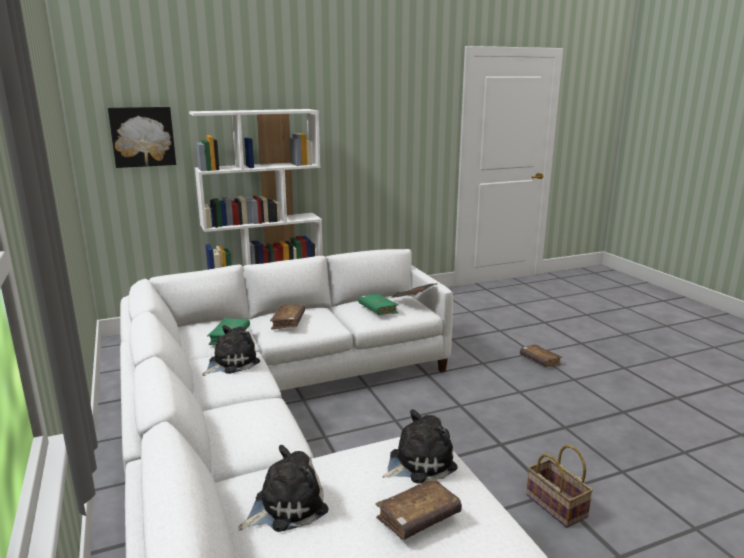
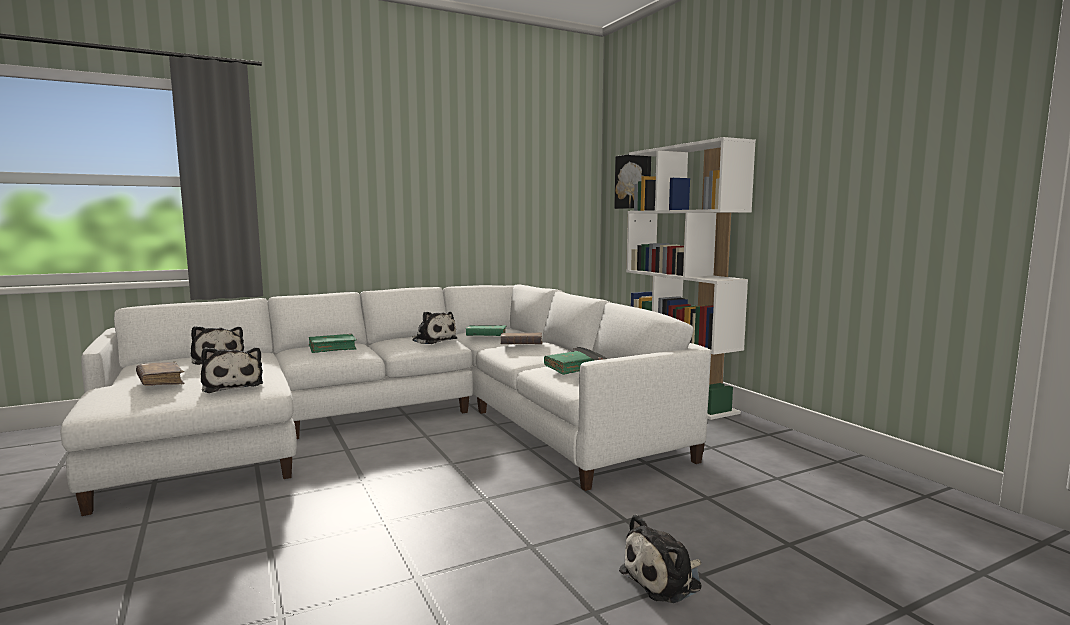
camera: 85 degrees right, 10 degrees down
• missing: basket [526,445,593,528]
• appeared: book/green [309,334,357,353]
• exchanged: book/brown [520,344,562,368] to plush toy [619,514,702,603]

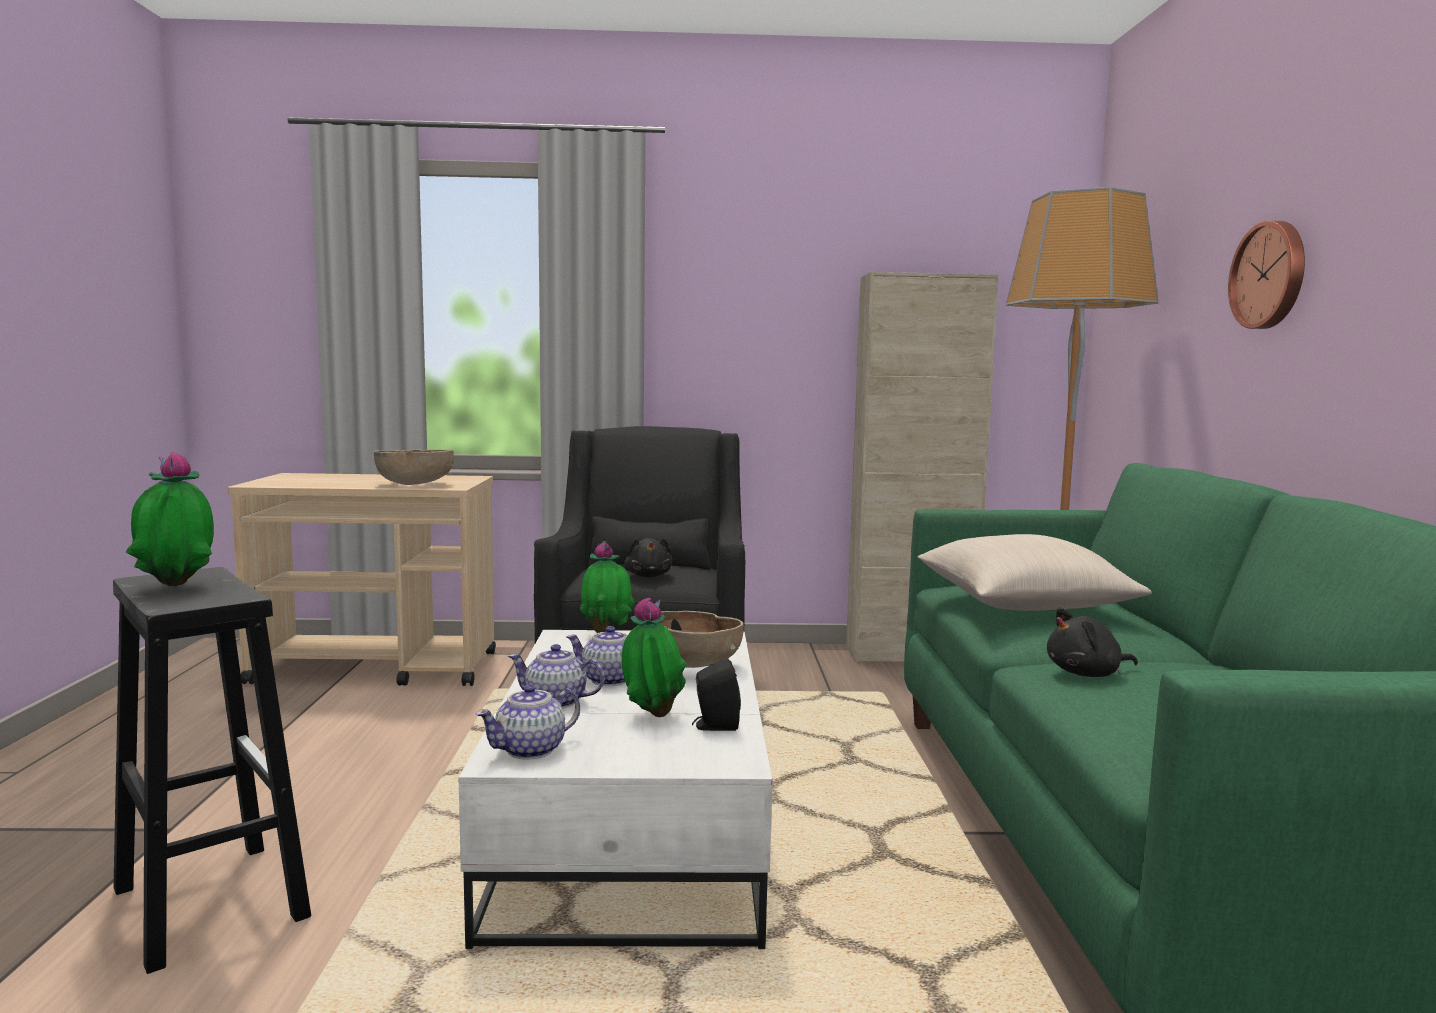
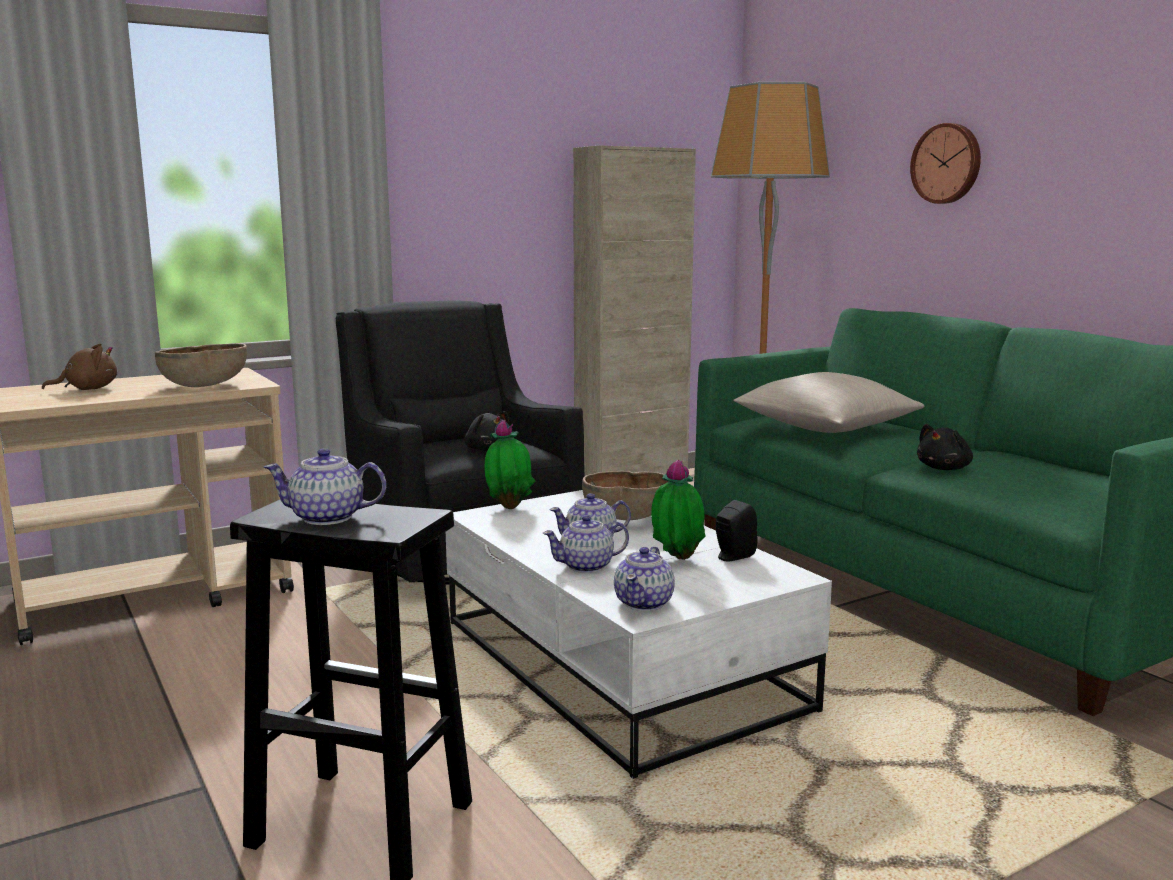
camera: 30 degrees left, 5 degrees up
• appeared: plush toy/brown [42,343,117,390]
• exchanged: potted plant [126,452,214,587] to teapot [264,448,386,525]

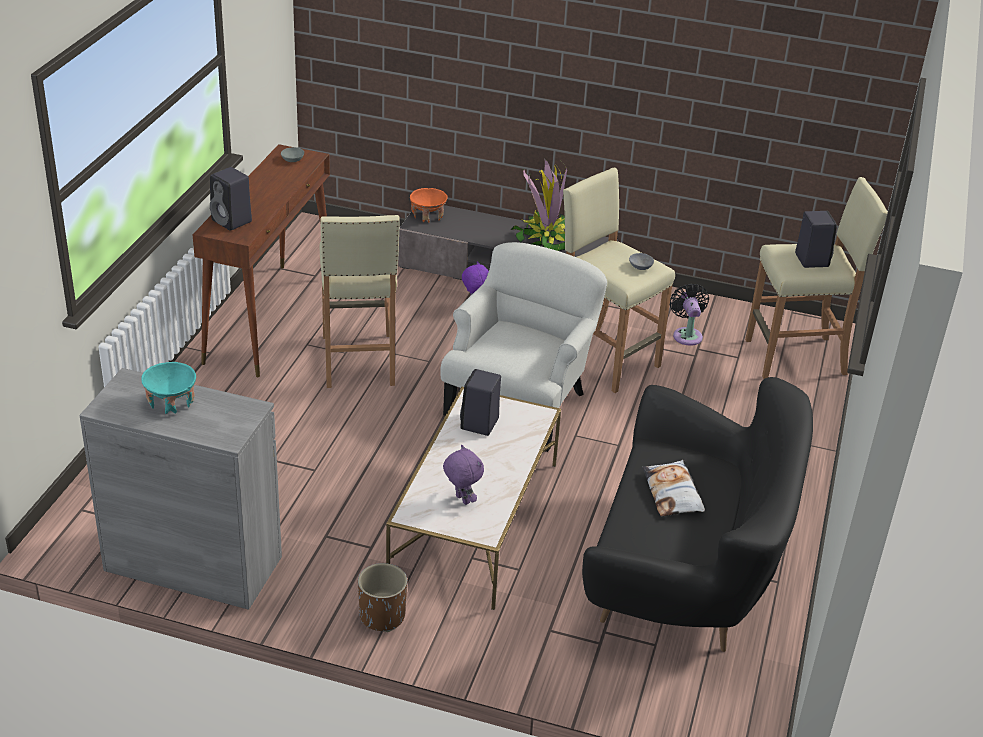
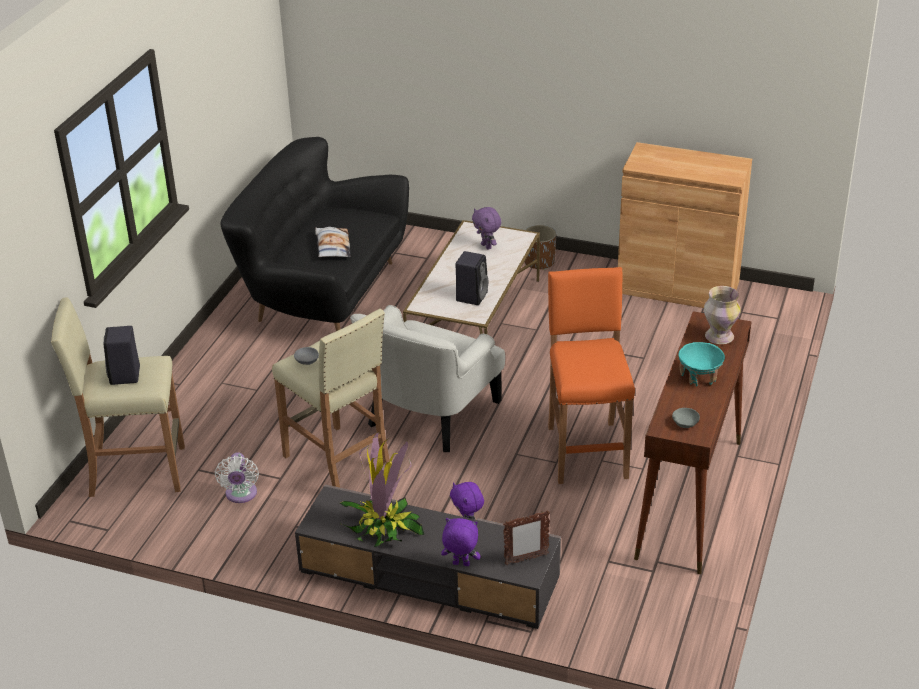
camera: 175 degrees left, 0 degrees up
• appeared: plush toy/purple [441,518,481,566]
• relocated: bowl/turquoise [141,362,196,414] to [679,342,725,387]
• exchanged: speaker/black [210,167,252,231] to vase [704,286,741,344]
• exchanged: bowl/orange [410,188,448,222] to picture frame [503,511,550,565]
• colour: cabinet/grey [79,368,282,610] to cabinet/brown [618,142,752,308]
• colour: stool/beige [320,215,400,388] to stool/orange [548,267,635,484]
• colour: fan/black [670,283,709,346] to fan/white [215,452,259,503]

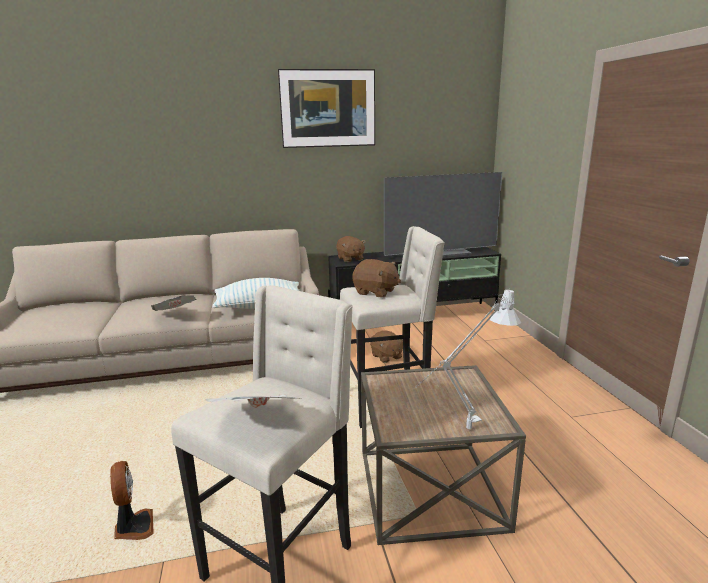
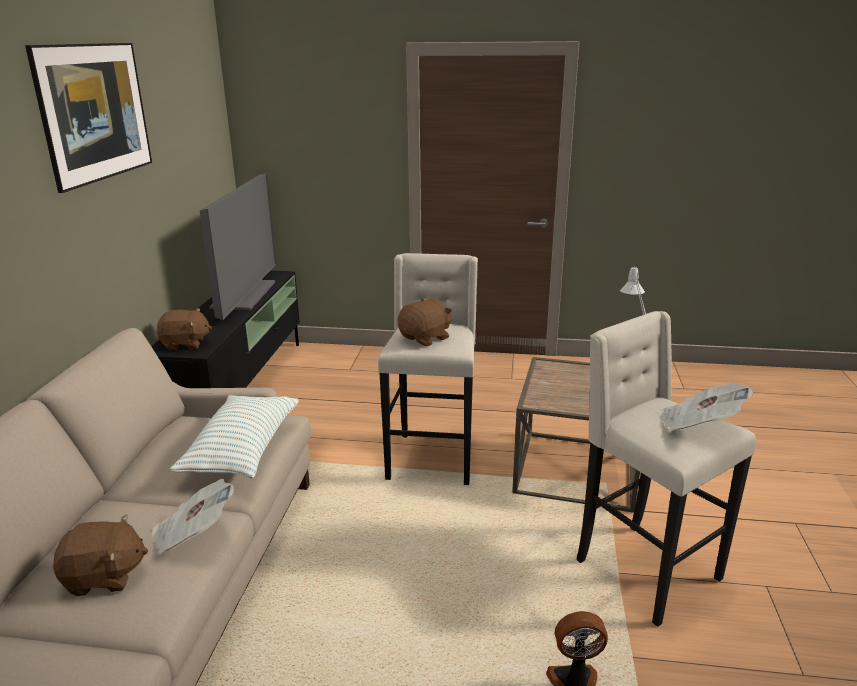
camera: 70 degrees left, 5 degrees up
• relocated: plush toy/brown [370,330,403,363] to [53,515,148,596]

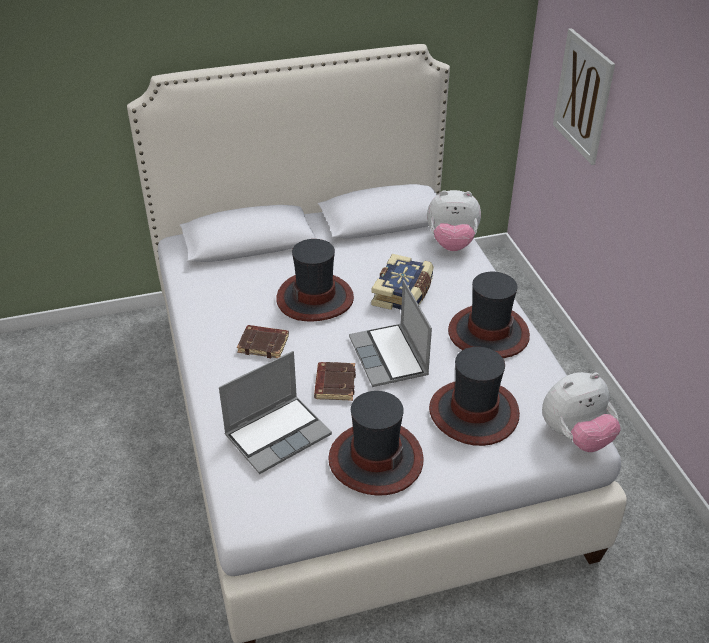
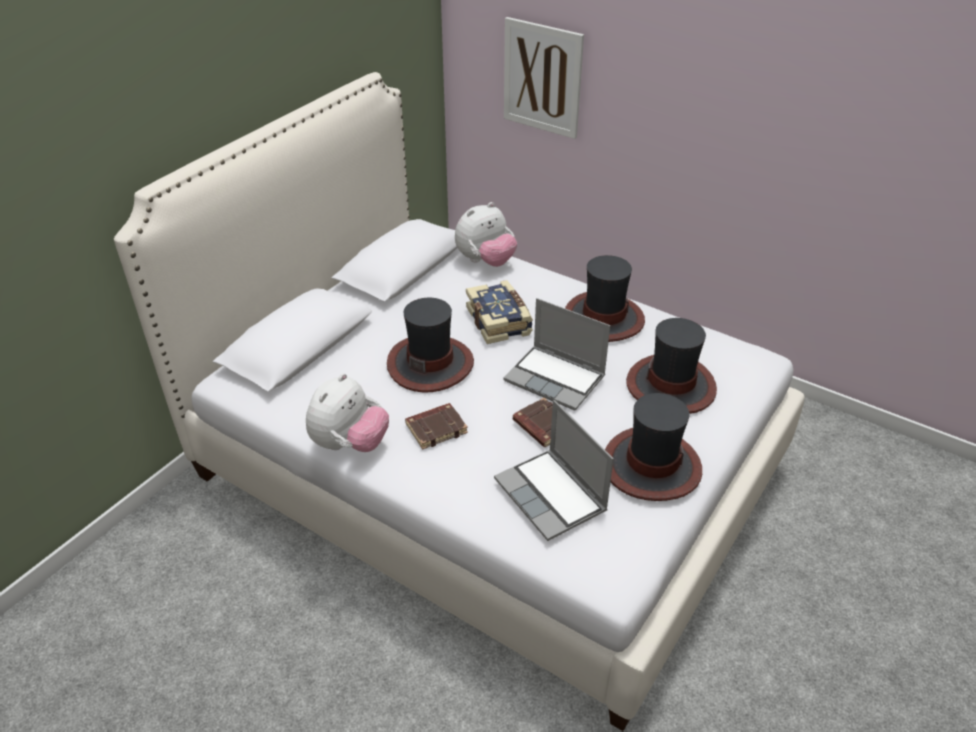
camera: 40 degrees left, 0 degrees up
• relocated: plush toy [542,372,621,452] to [306,373,389,452]
• spun: laptop [219,351,332,474] = [494,400,614,541] 135 degrees clockwise

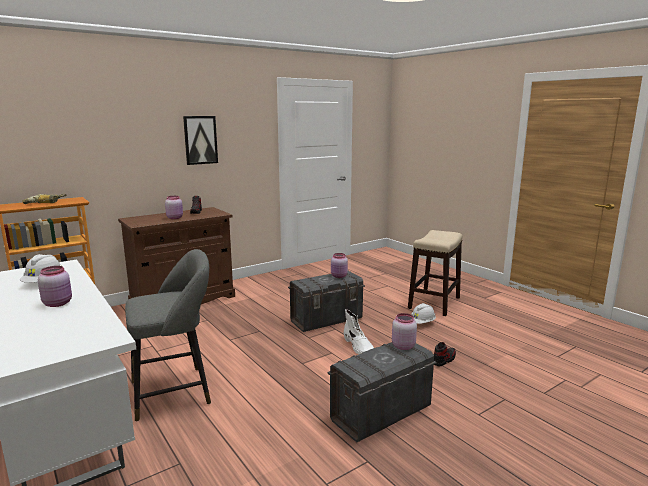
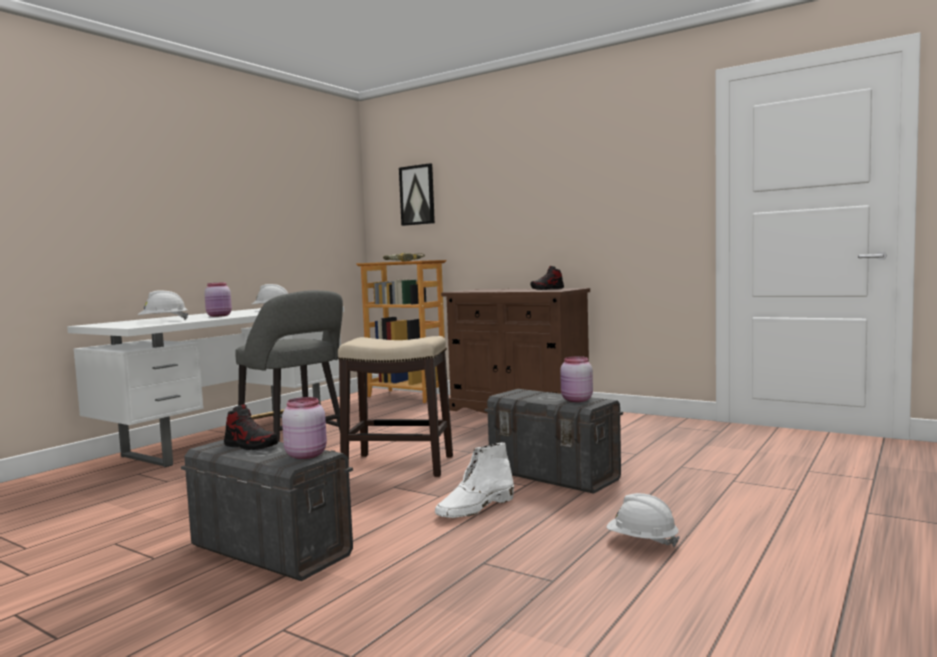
camera: 70 degrees right, 10 degrees down
• missing: jar/pink [165,196,183,219]
• appeared: hard hat/white [138,290,188,320]
• relocated: picture [183,116,218,165] to [399,163,435,226]
• relocated: stool [408,230,463,316] to [337,336,453,477]
• relocated: shoe [434,342,456,367] to [224,404,278,450]

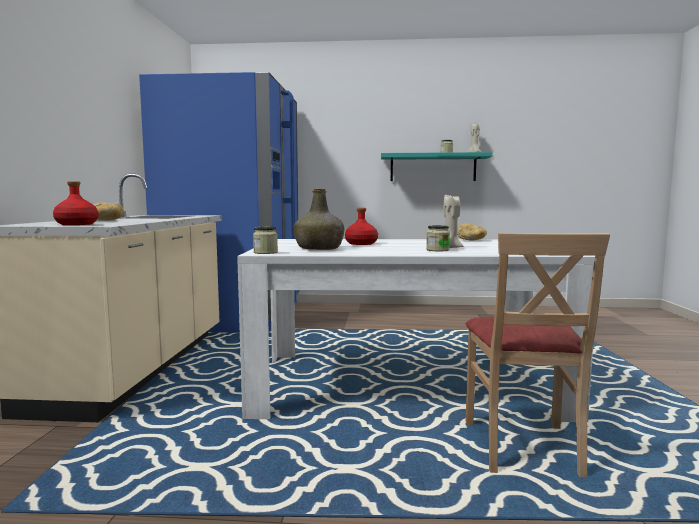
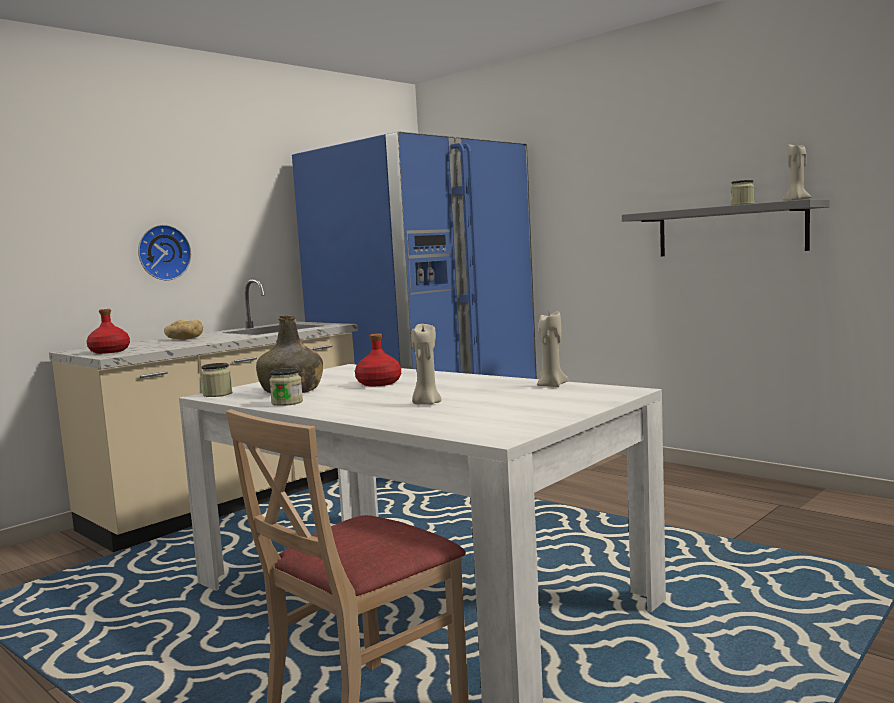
camera: 40 degrees right, 0 degrees up
• appeared: wall clock [138,225,191,280]
• relocated: jar [426,225,450,251] to [269,368,303,406]
• exchanged: bread [457,224,487,241] to candle/beige [537,311,568,387]
• colour: shelf/turquoise [381,152,492,181] to shelf/grey [622,199,830,256]

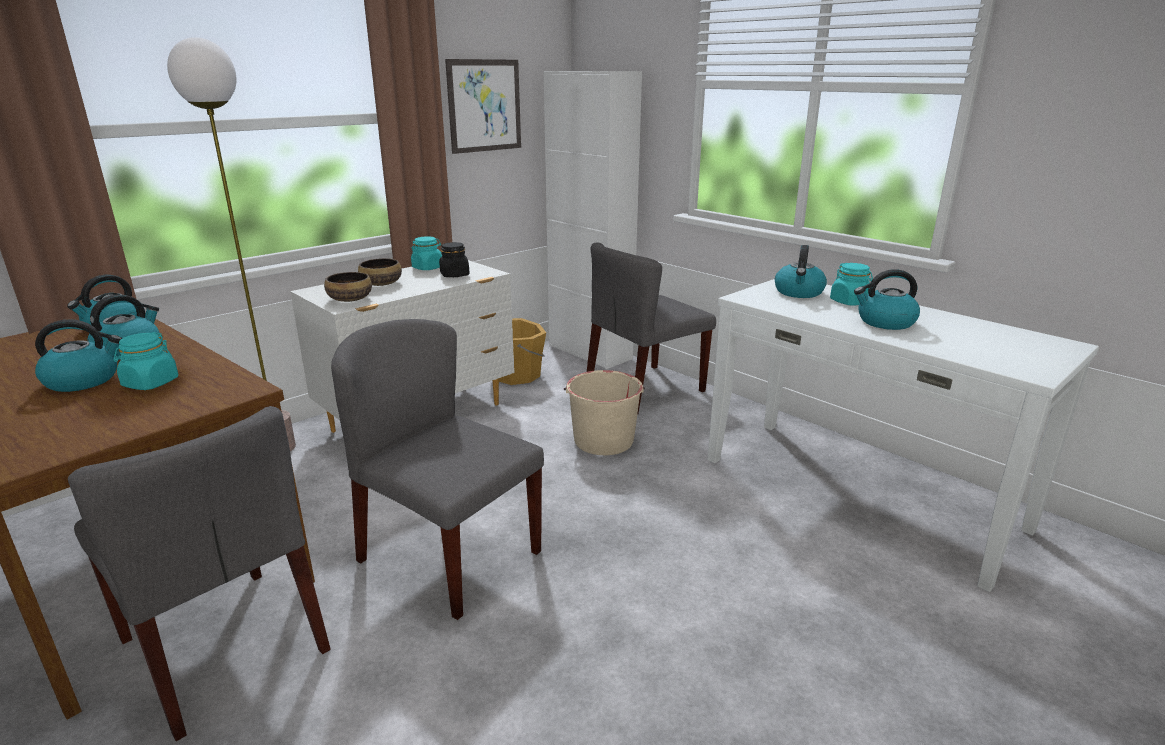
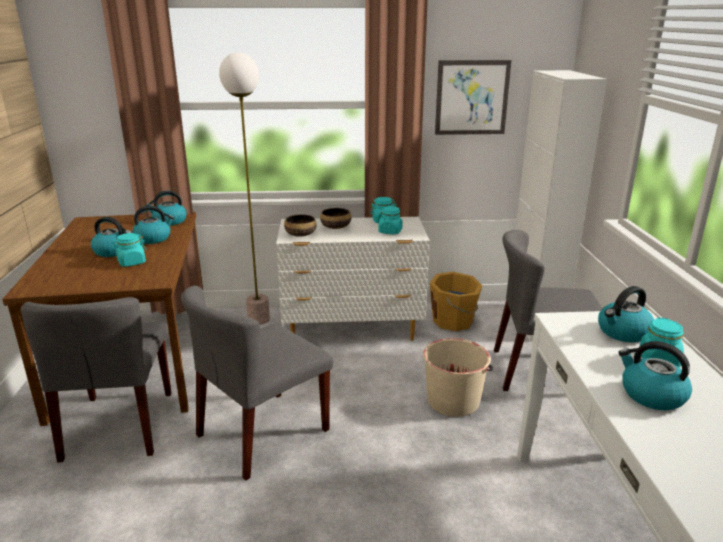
camera: 40 degrees right, 0 degrees up
• colour: jar/black [439,242,470,277] to jar/turquoise [379,206,402,234]
• spun: chair/grey [331,319,544,620] = [181,286,333,481] 120 degrees counterclockwise

